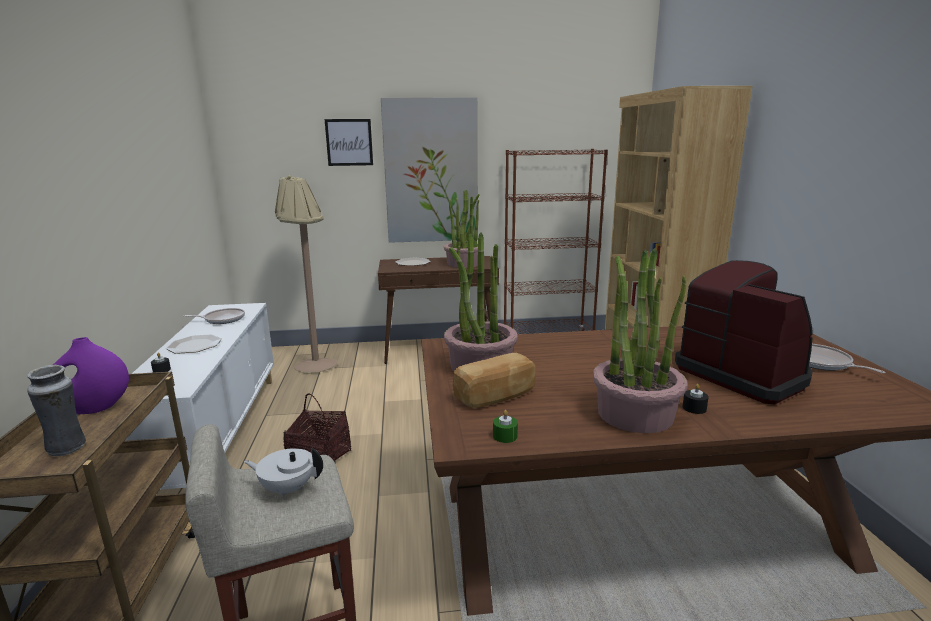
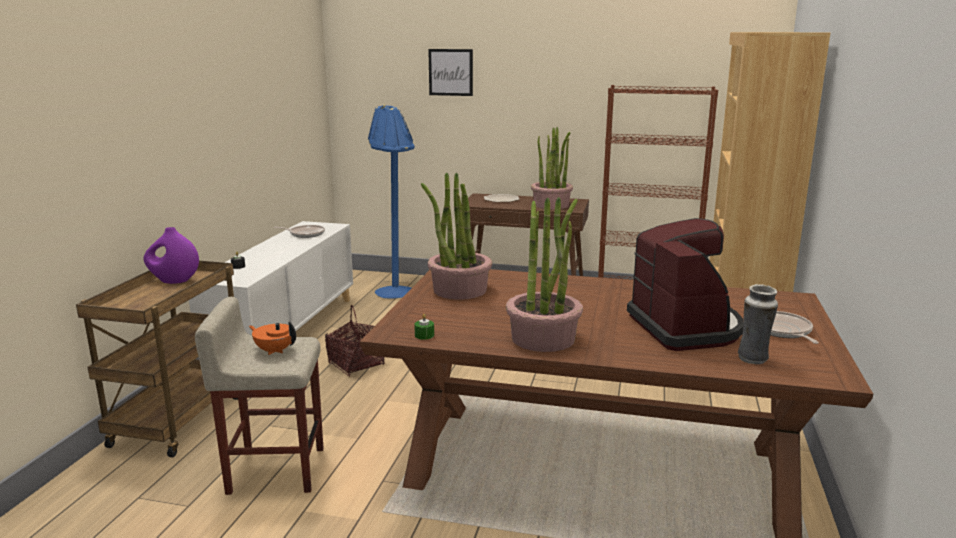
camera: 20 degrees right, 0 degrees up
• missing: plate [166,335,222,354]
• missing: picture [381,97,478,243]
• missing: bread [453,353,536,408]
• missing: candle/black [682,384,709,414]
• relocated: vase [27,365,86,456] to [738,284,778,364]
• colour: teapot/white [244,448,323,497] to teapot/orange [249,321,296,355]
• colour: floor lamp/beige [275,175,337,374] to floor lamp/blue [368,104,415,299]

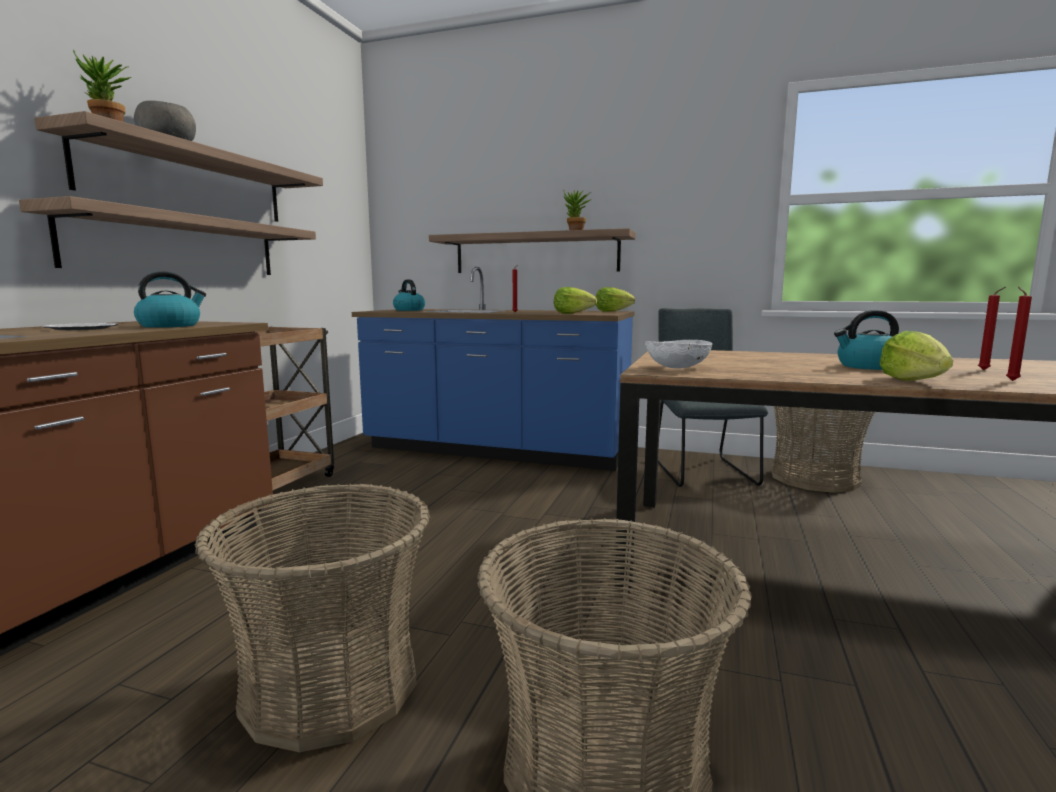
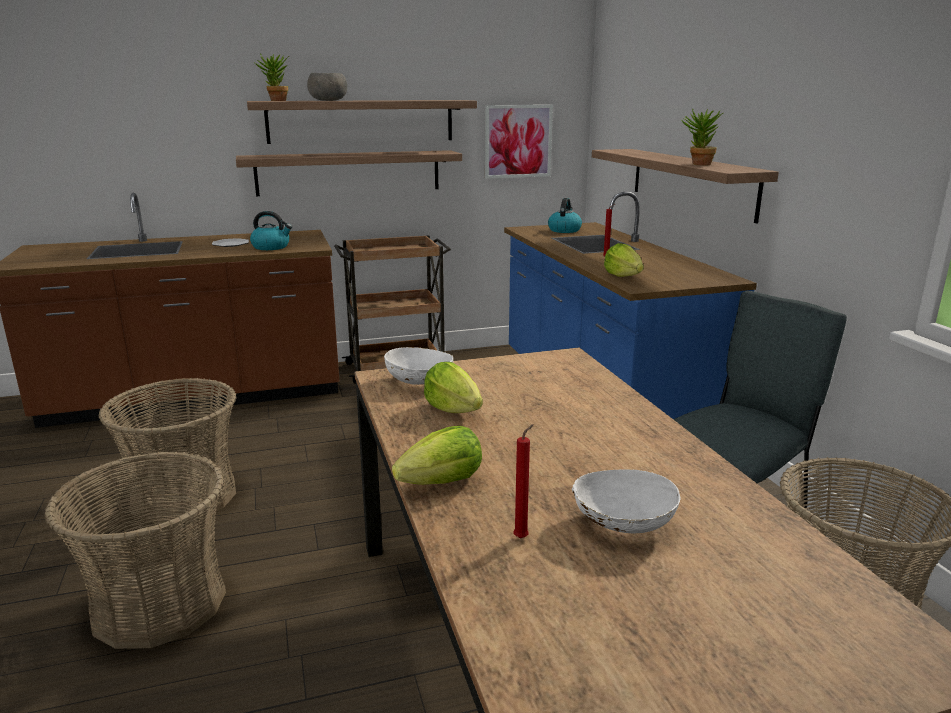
camera: 55 degrees right, 10 degrees up
• missing: kettle [834,310,899,370]
• appeared: picture [485,105,553,179]
• relocated: lettuce [596,287,635,312] to [424,362,483,413]
• exchanged: candle/red [978,287,1006,370] to bowl/white [572,469,681,533]

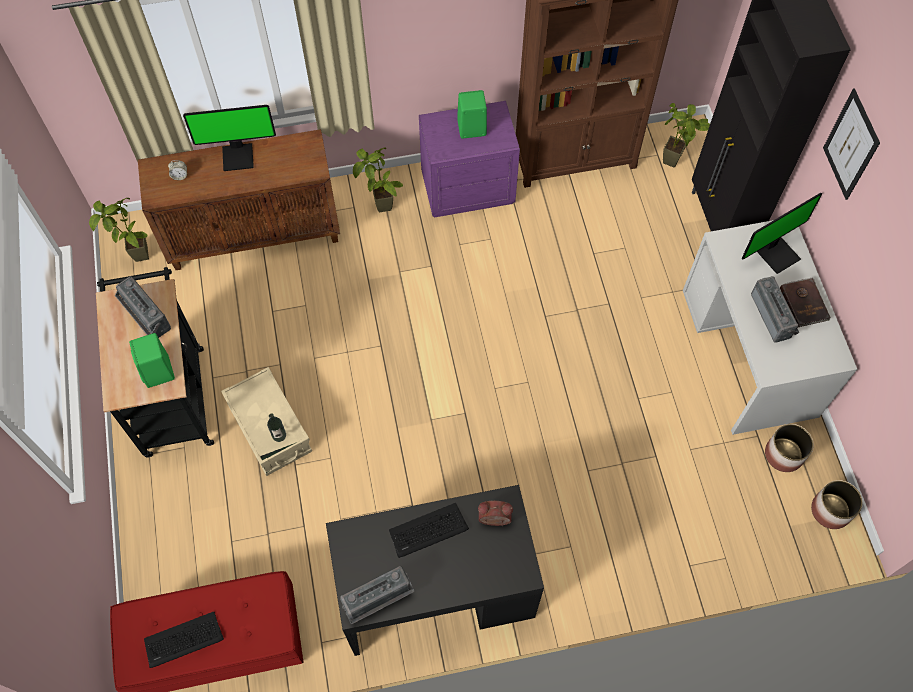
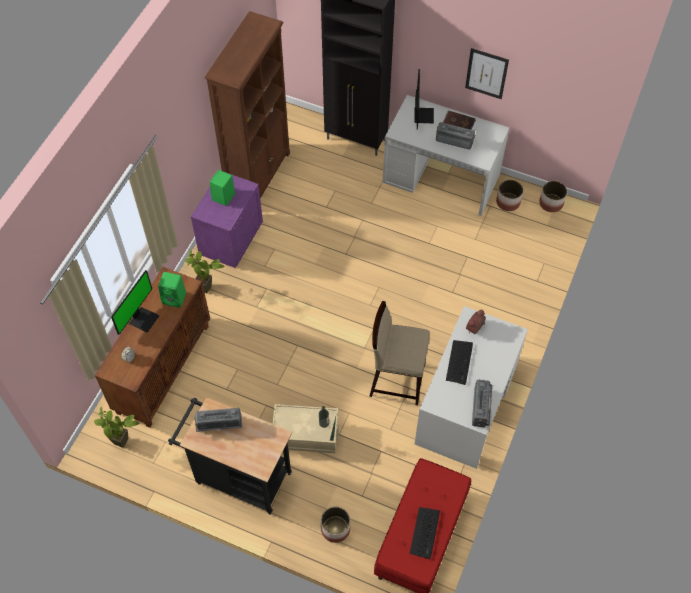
camera: 55 degrees left, 5 degrees down
• missing: potted plant [663,103,710,168]
• appeared: planter [321,507,350,543]
• appeared: stool/beige [369,301,430,405]
• relocated: speaker/green [129,333,175,388] to [158,272,186,308]
• relocated: picture [823,88,880,200] to [465,48,509,99]
• colour: desk/black [326,485,544,656] to desk/white [415,306,528,469]

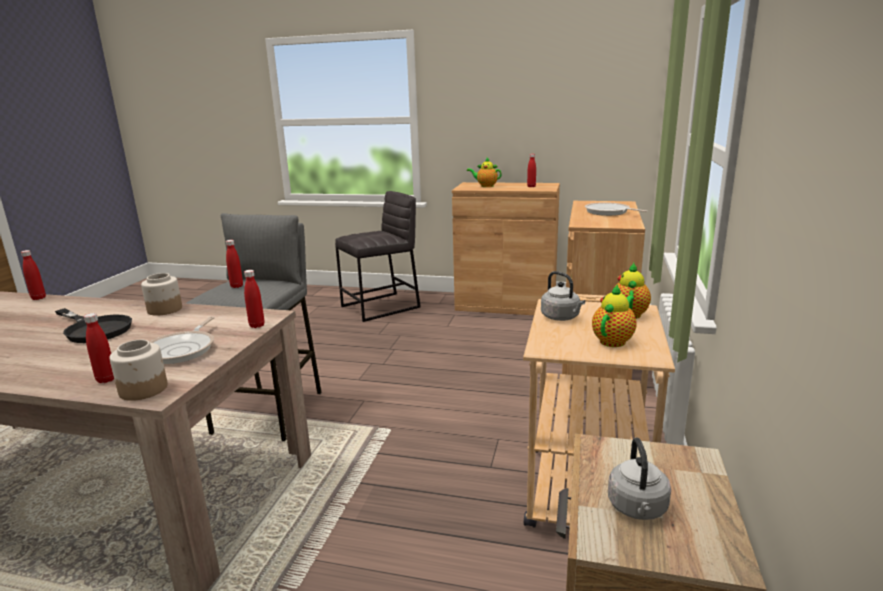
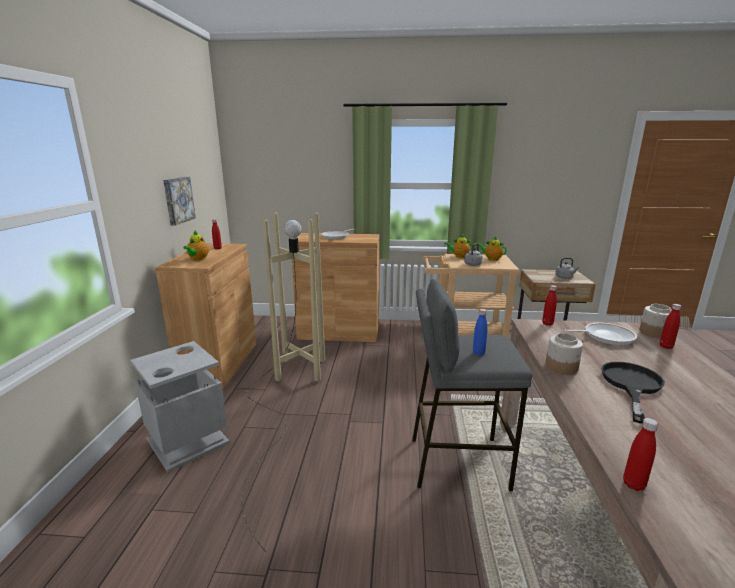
camera: 100 degrees left, 0 degrees up
• appeared: picture [163,177,196,225]
• appeared: floor lamp/beige [241,212,325,552]
• exchanged: stool/grey [335,191,421,322] to trash can/grey [130,341,230,473]
• colour: bottle/red [226,240,243,288] to bottle/blue [473,309,488,355]

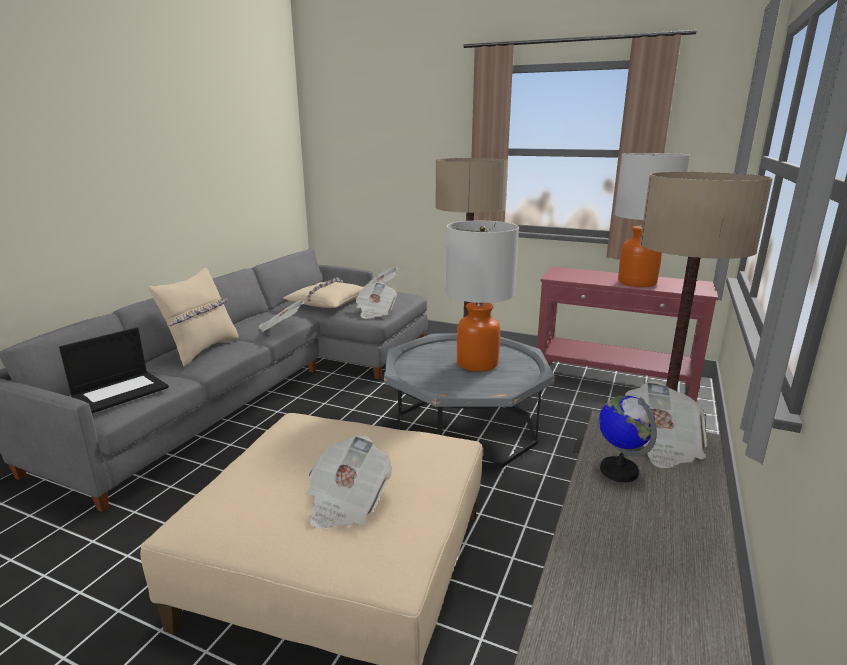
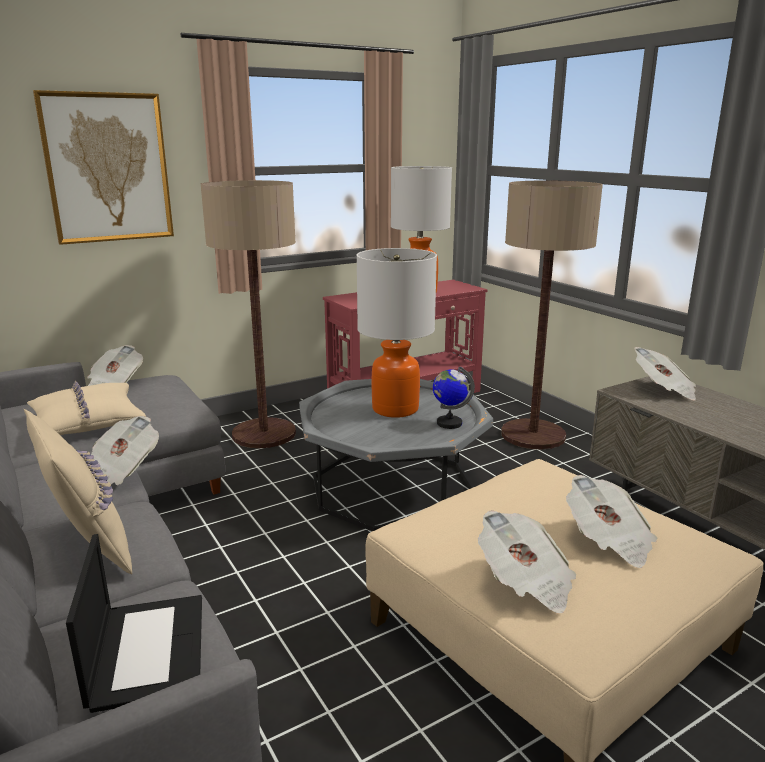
camera: 55 degrees left, 0 degrees up
• appeared: picture [33,90,174,245]
• relocated: newspaper [355,282,397,319] to [478,510,577,613]
• relocated: globe [599,395,657,482] to [433,367,475,429]

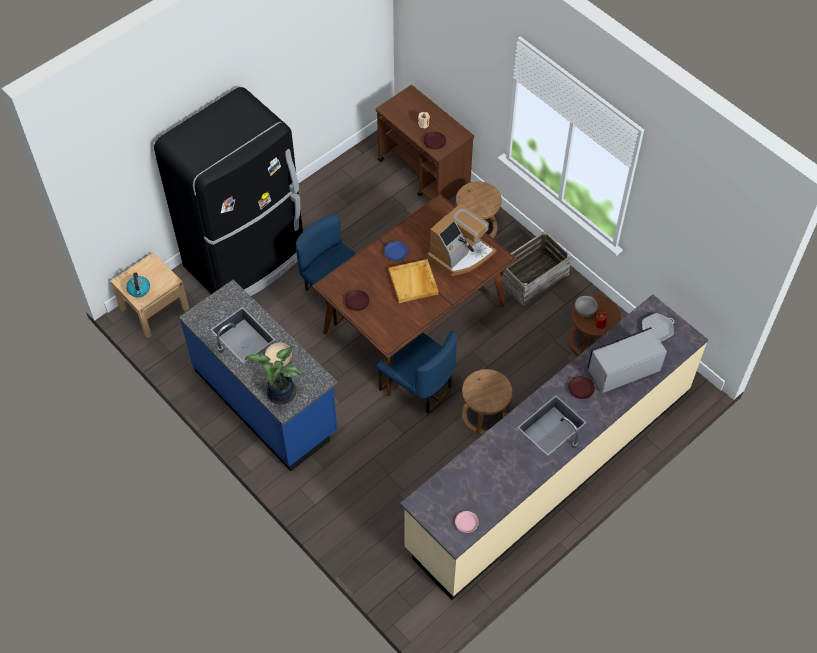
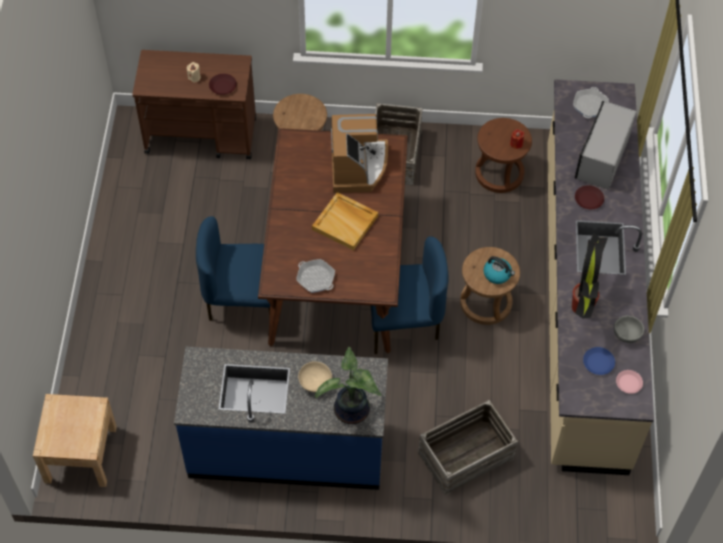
camera: 45 degrees left, 0 degrees up
• missing: fridge/black [154,87,303,296]
• appeared: crate [418,400,518,495]
• appeared: potted plant [572,232,608,319]
• relocated: kettle [126,273,150,297] to [483,256,515,284]
• relocated: plate/blue [384,241,408,261] to [583,347,615,375]
• relocated: bowl/grey [575,296,598,317] to [614,316,644,343]
• exchanged: plate/brown [345,290,370,311] to frying pan [296,259,335,293]

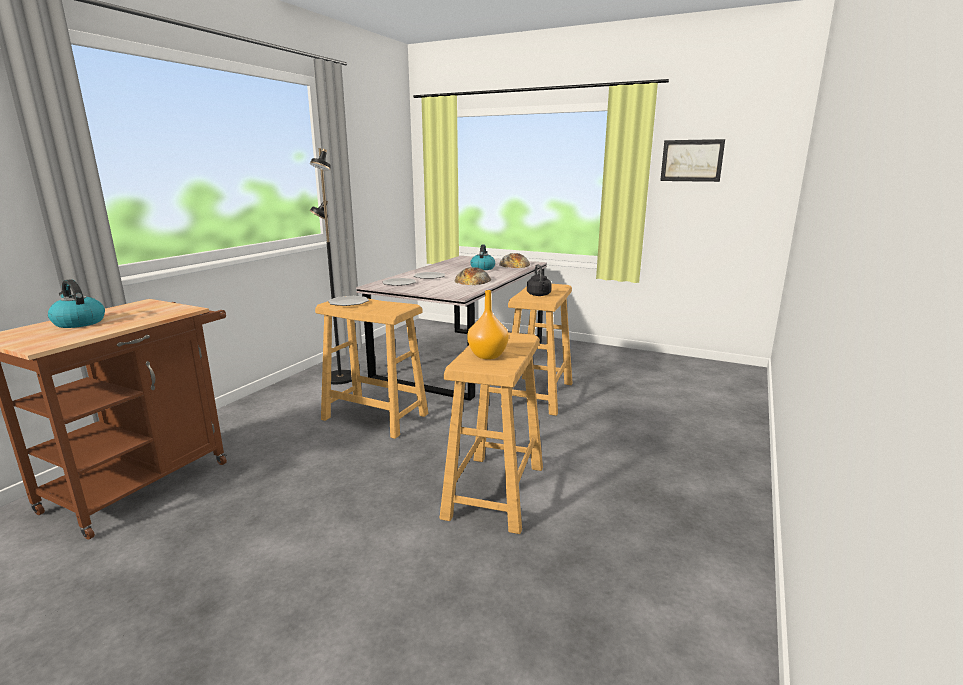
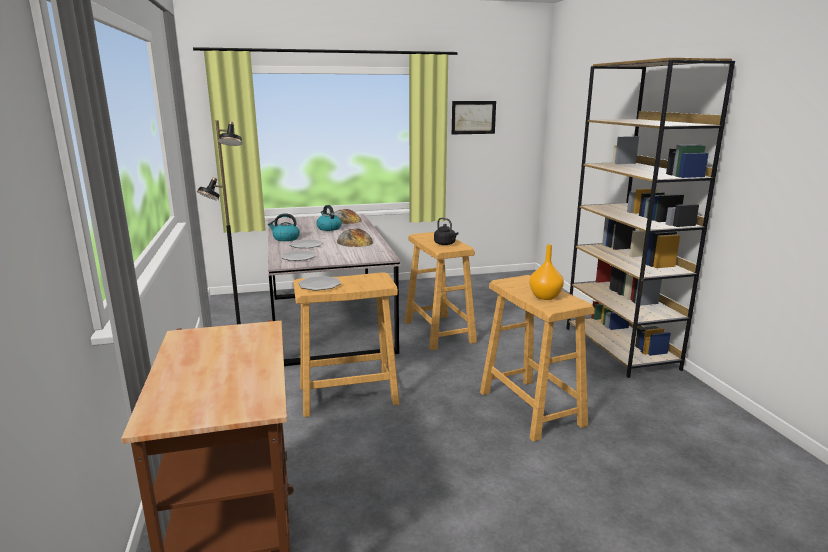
camera: 40 degrees left, 0 degrees up
• appeared: bookcase/brown [566,58,735,378]
• relocated: kettle [48,279,105,328] to [268,213,300,241]

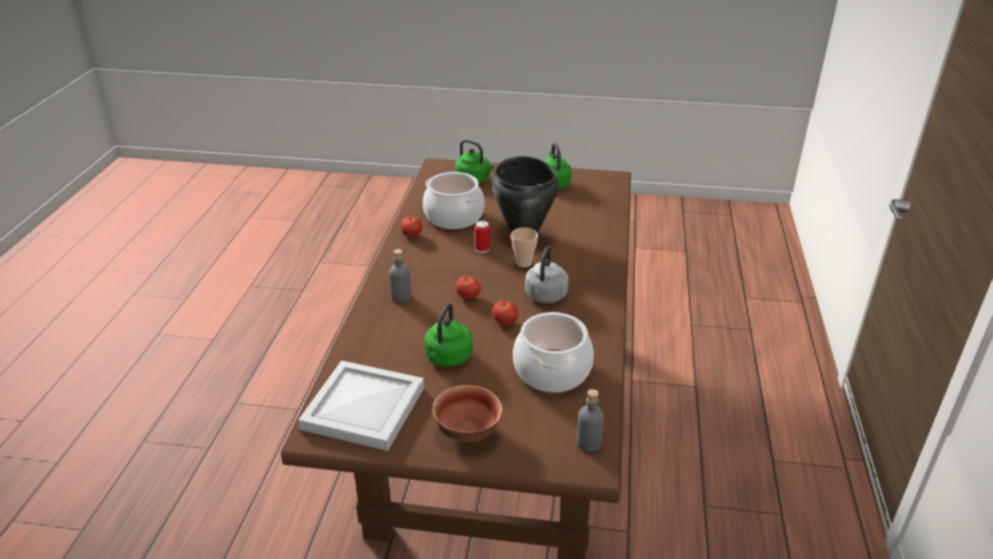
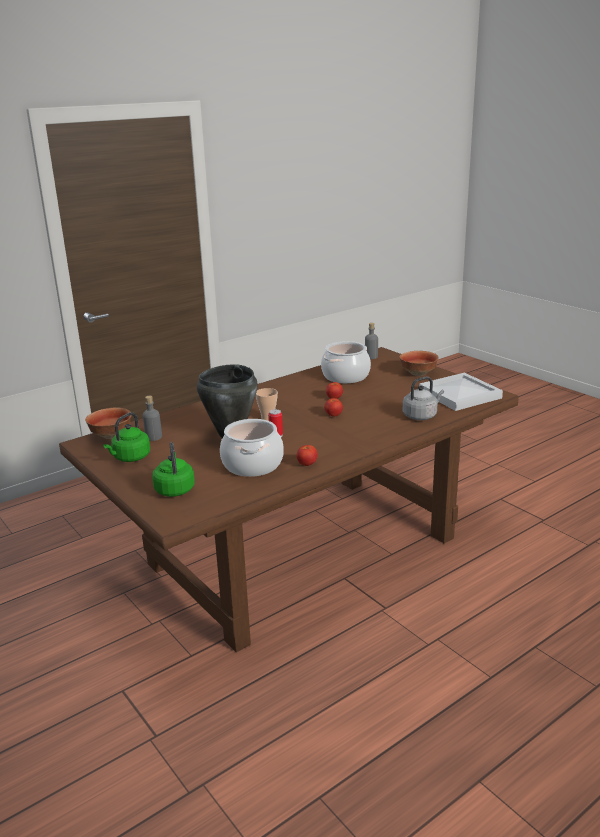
camera: 135 degrees left, 10 degrees down
• missing: kettle/green [424,303,473,367]
• appeared: bowl [85,408,132,439]
• relocated: bottle/grey [389,249,411,302] to [143,396,162,441]
• relocated: kettle/grey [525,246,569,303] to [403,377,444,420]

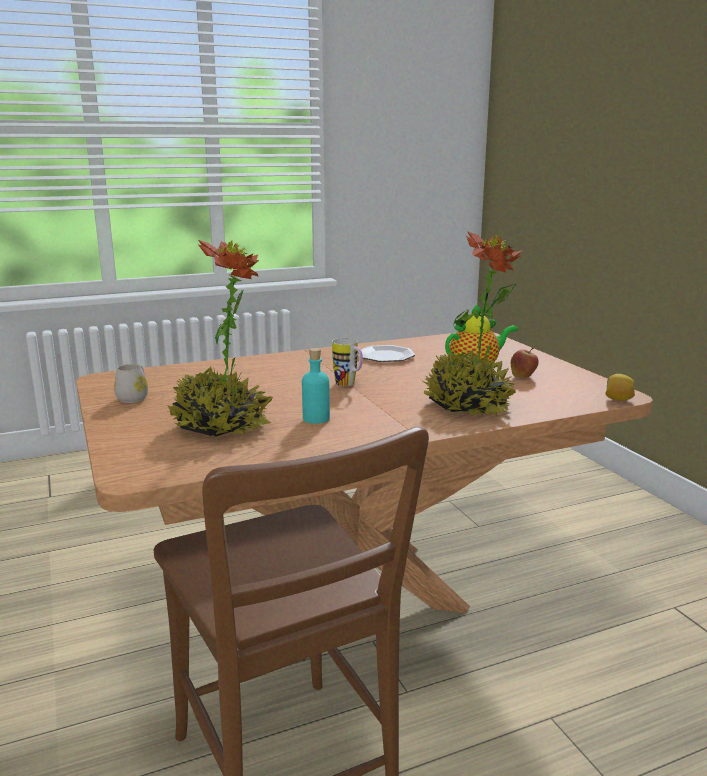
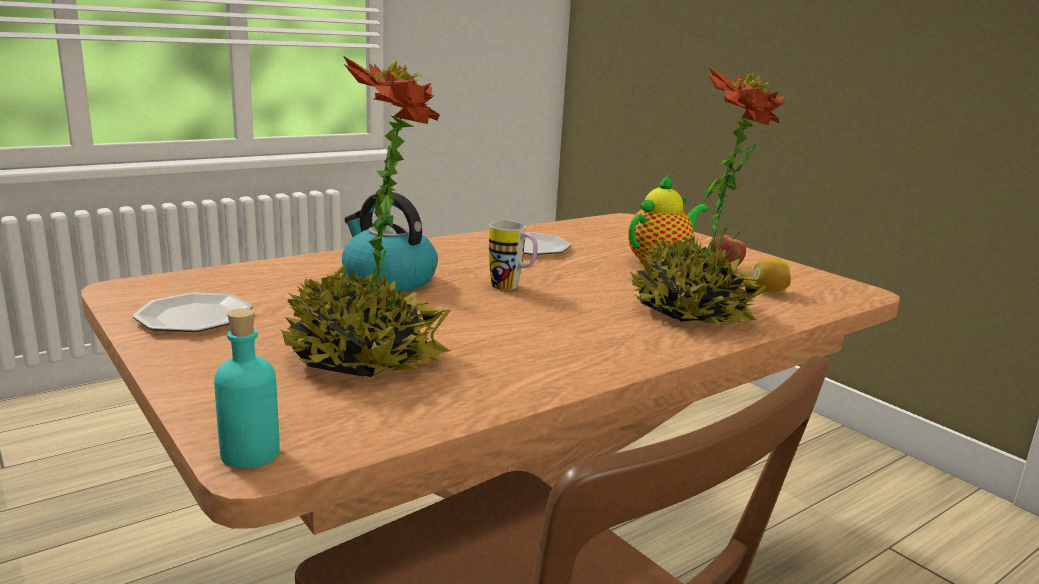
camera: 15 degrees left, 0 degrees up
• appeared: kettle [342,192,438,292]
• relocated: bottle/turquoise [302,348,330,424] to [214,308,280,468]
• relocated: lemon [606,374,635,401] to [753,257,791,292]
• exchanged: mug/white [114,364,148,403] to plate [133,292,253,332]

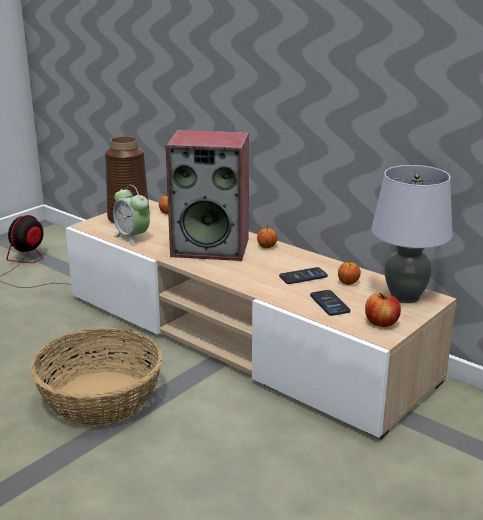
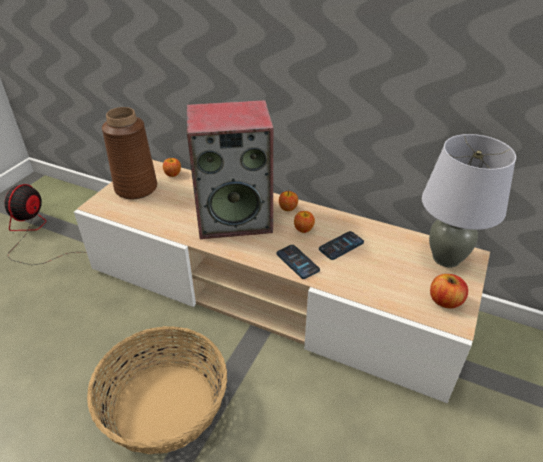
camera: 15 degrees left, 15 degrees up
• missing: alarm clock [113,185,150,246]
• relocated: phone [310,290,350,316] to [277,245,320,279]
• relocated: apple [338,261,361,285] to [294,211,315,233]

